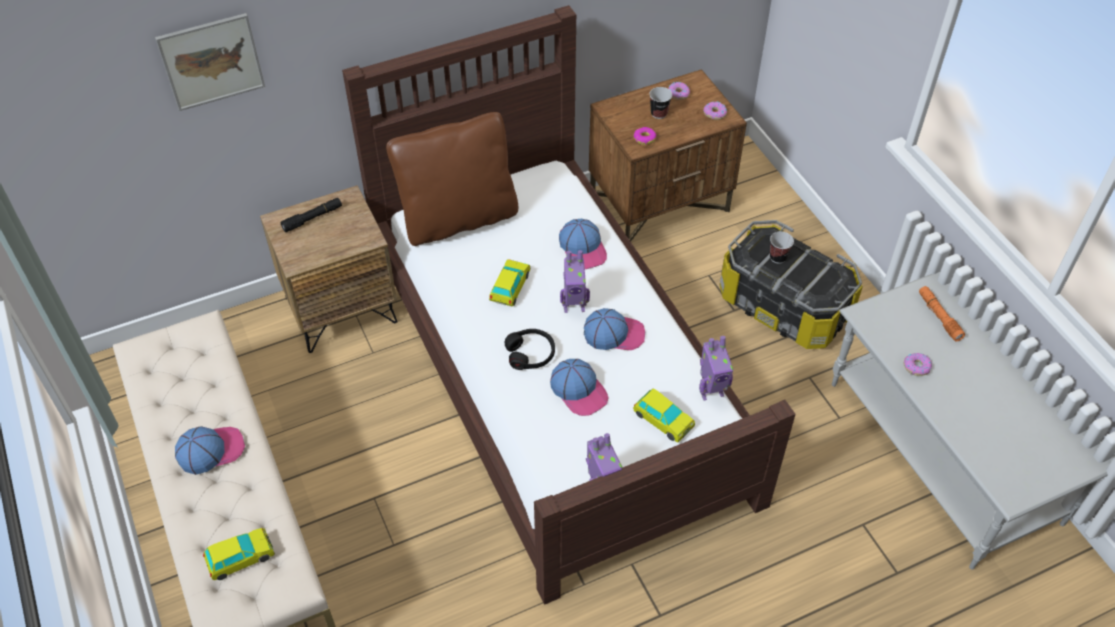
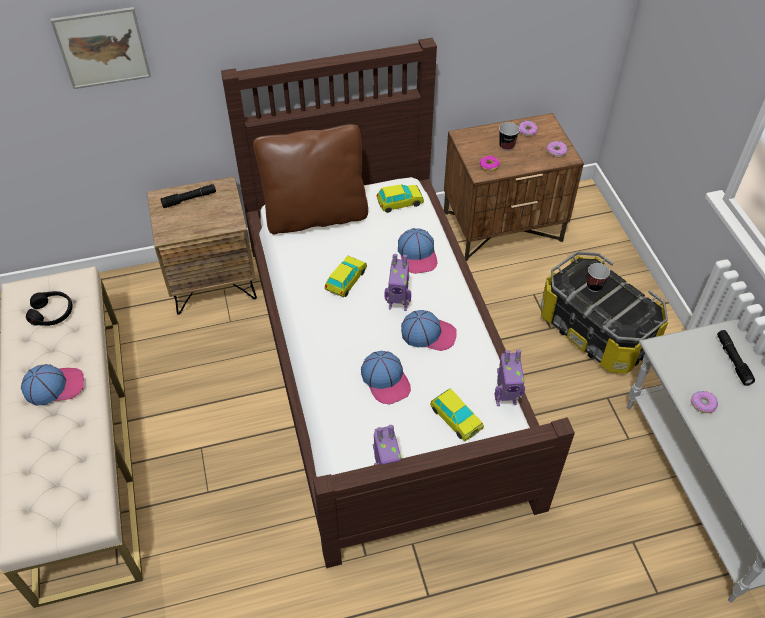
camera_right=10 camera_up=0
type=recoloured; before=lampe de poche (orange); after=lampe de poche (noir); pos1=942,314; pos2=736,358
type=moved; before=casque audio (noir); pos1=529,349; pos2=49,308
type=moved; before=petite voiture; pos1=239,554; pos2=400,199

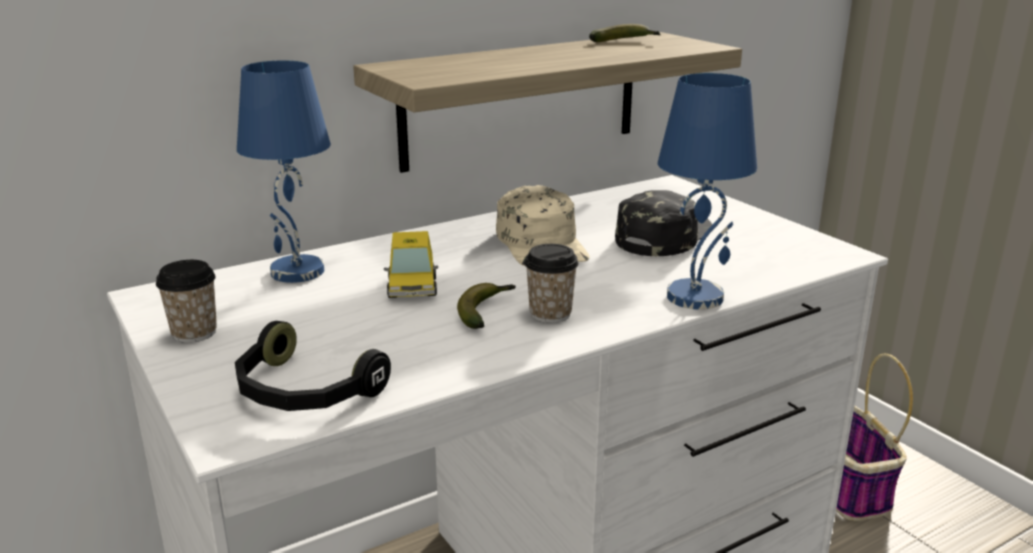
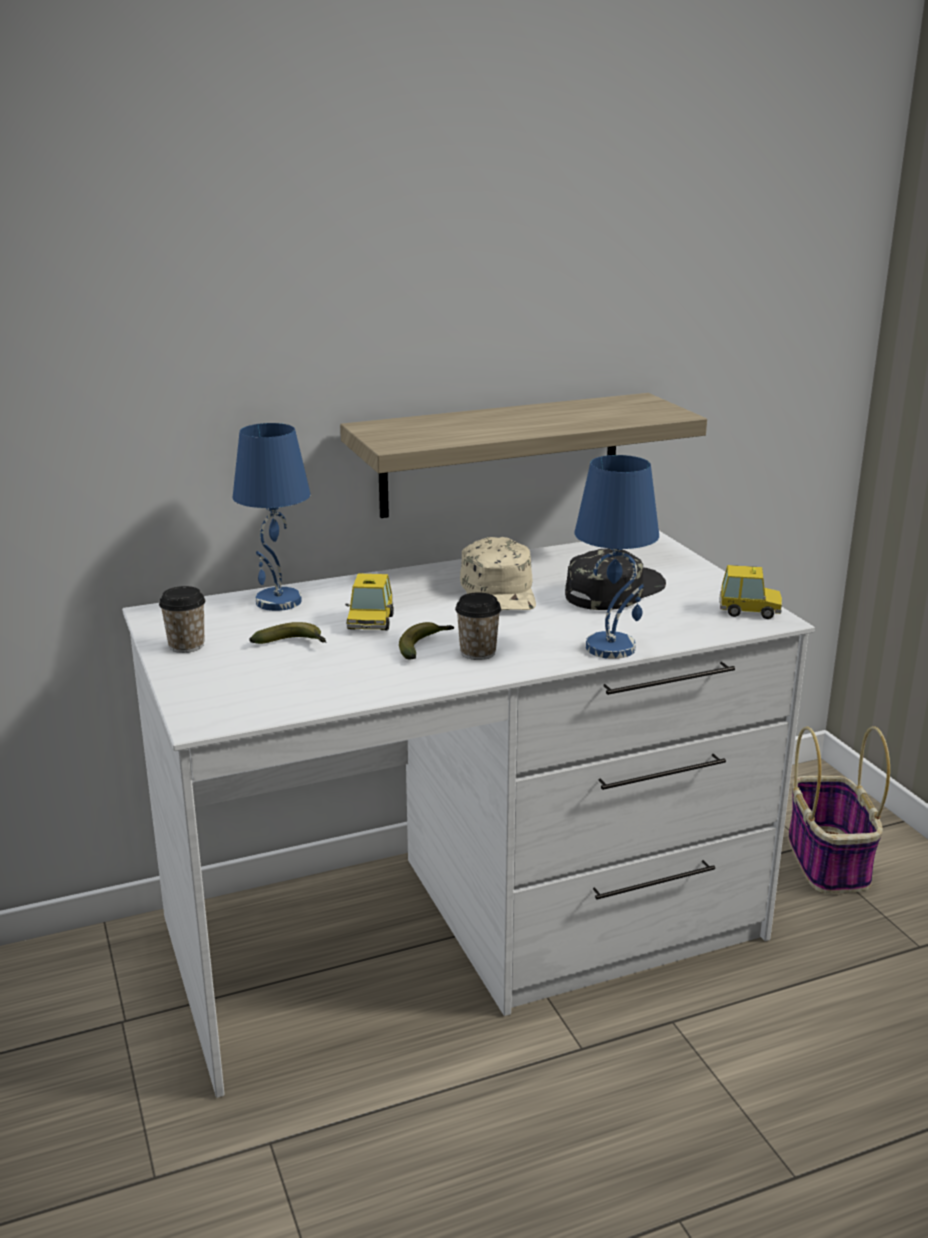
camera_right=10 camera_up=0
type=moved; before=banane; pos1=625,33; pos2=287,633
type=removed; before=casque audio (noir); pos1=313,366
type=added; after=petite voiture; pos2=750,592

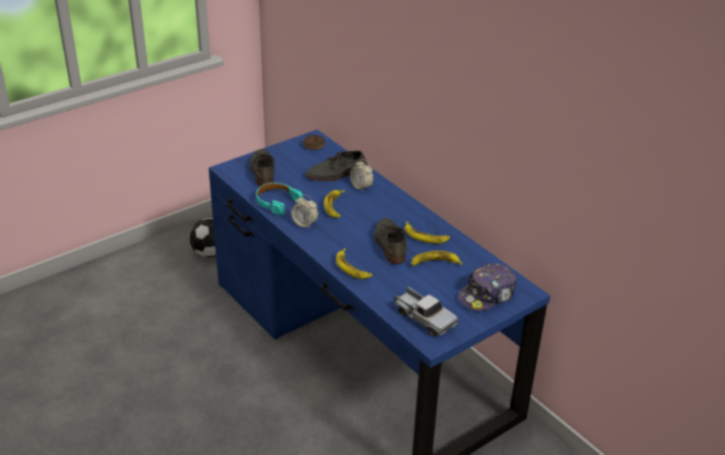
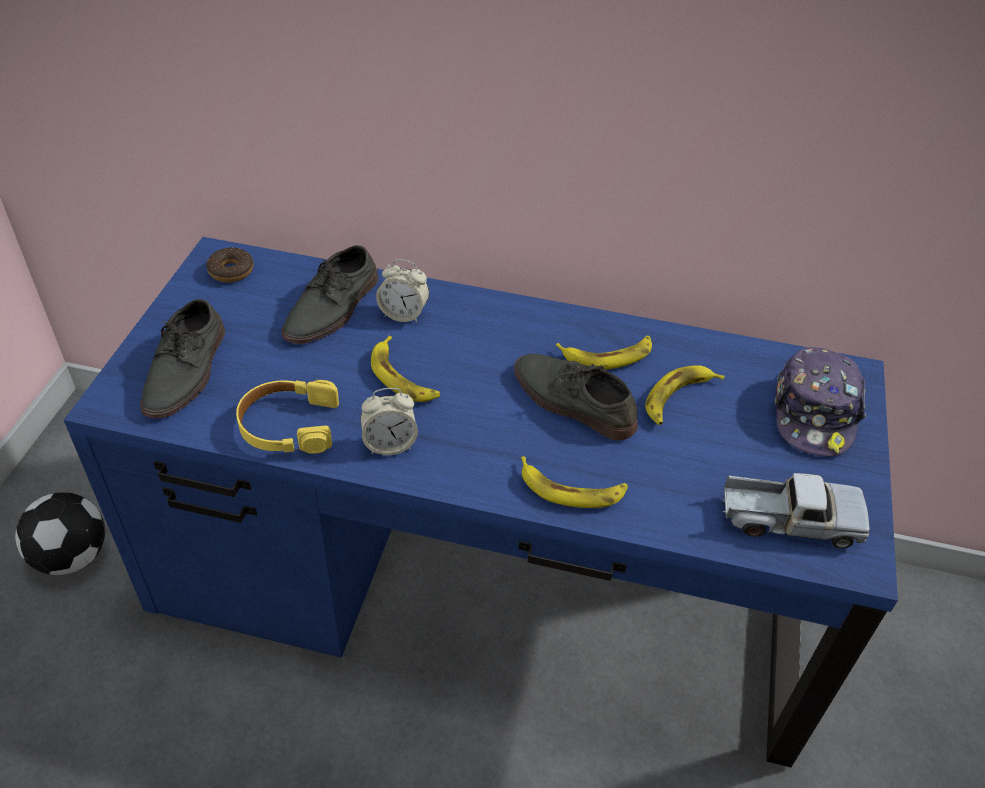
camera_right=-40 camera_up=10
type=turned; before=chaussure (gris); pos1=262,167; pos2=182,358; turn=-120
type=recoloured; before=casque audio (turquoise); after=casque audio (jaune); pos1=279,199; pos2=287,417

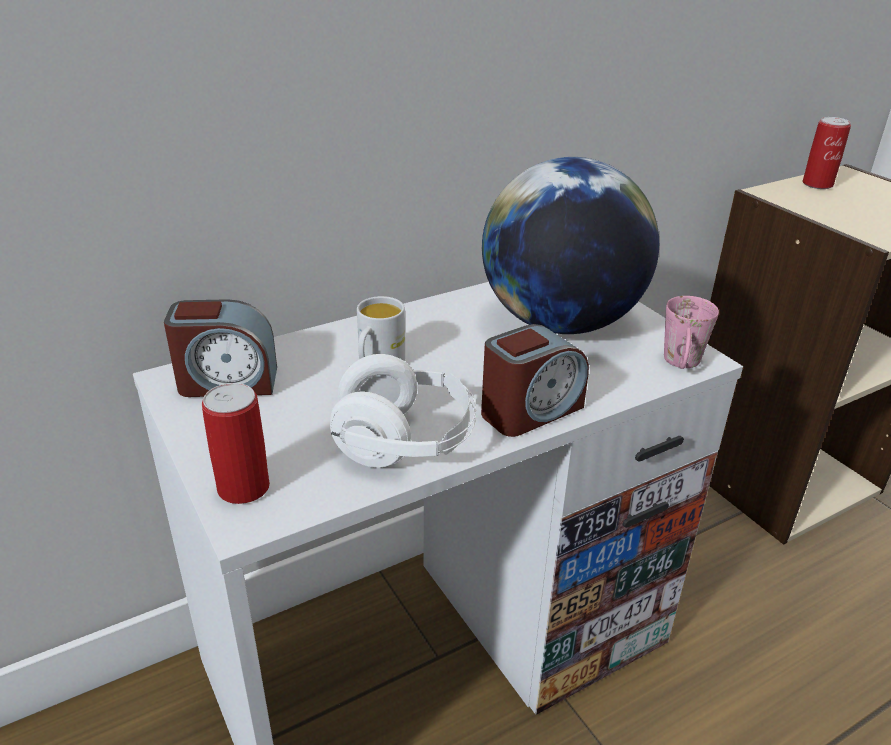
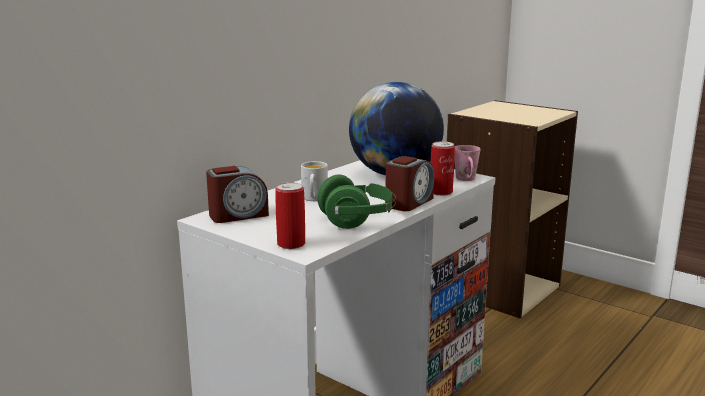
camera_right=-20 camera_up=-15
type=moved; before=boîte métallique; pos1=827,153; pos2=443,168
type=recoloured; before=casque audio (blanc); after=casque audio (vert); pos1=403,411; pos2=356,202

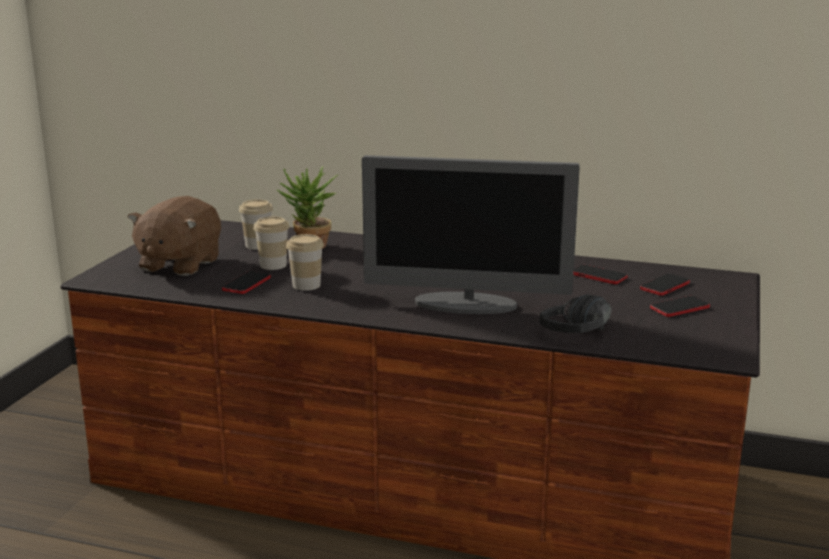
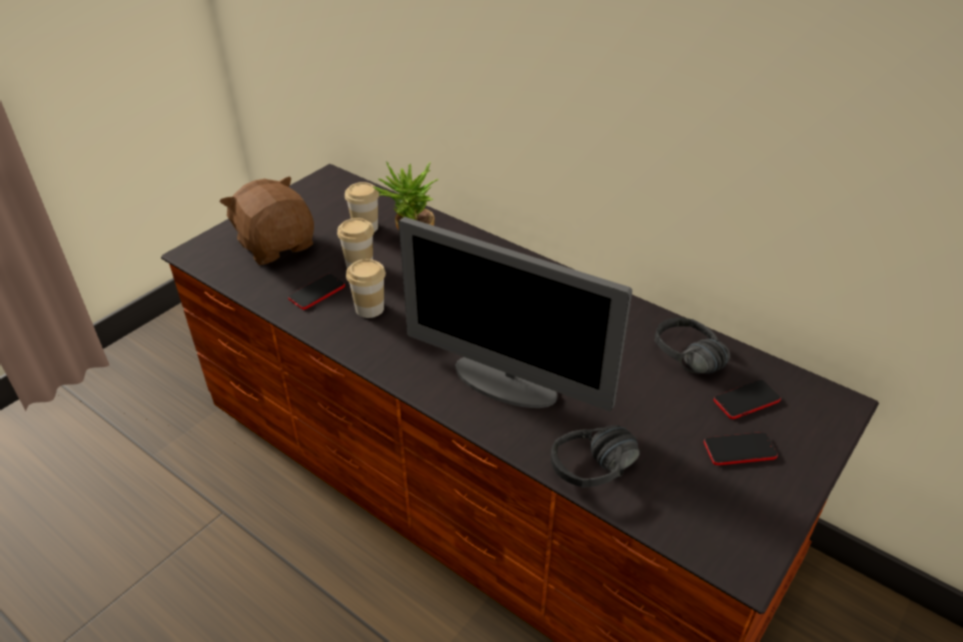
camera_right=20 camera_up=20
type=turned; before=peluche (marron); pos1=174,236; pos2=267,220; turn=105
type=replaced; before=téléphone; after=casque audio (noir); pos1=600,274; pos2=692,346

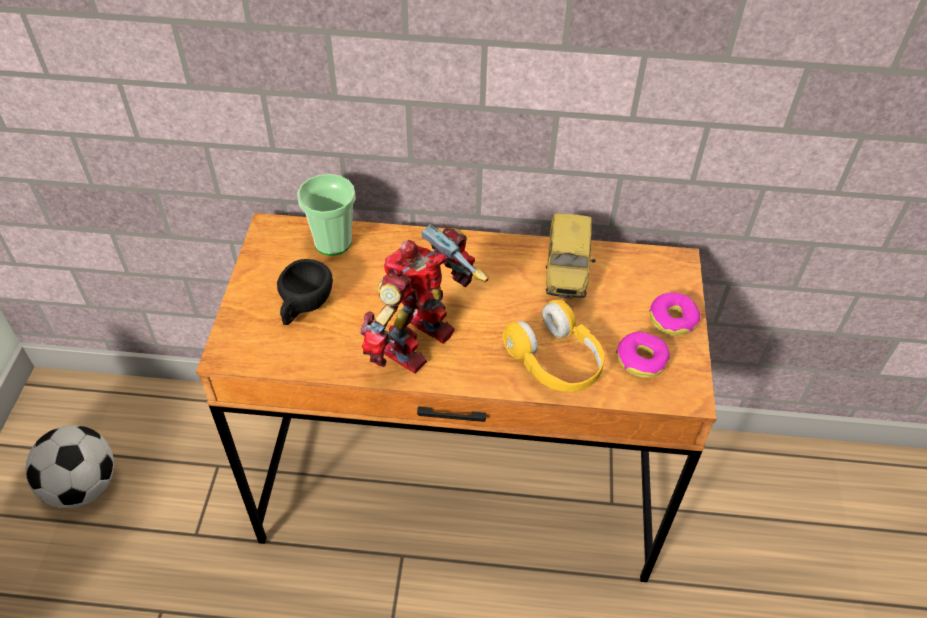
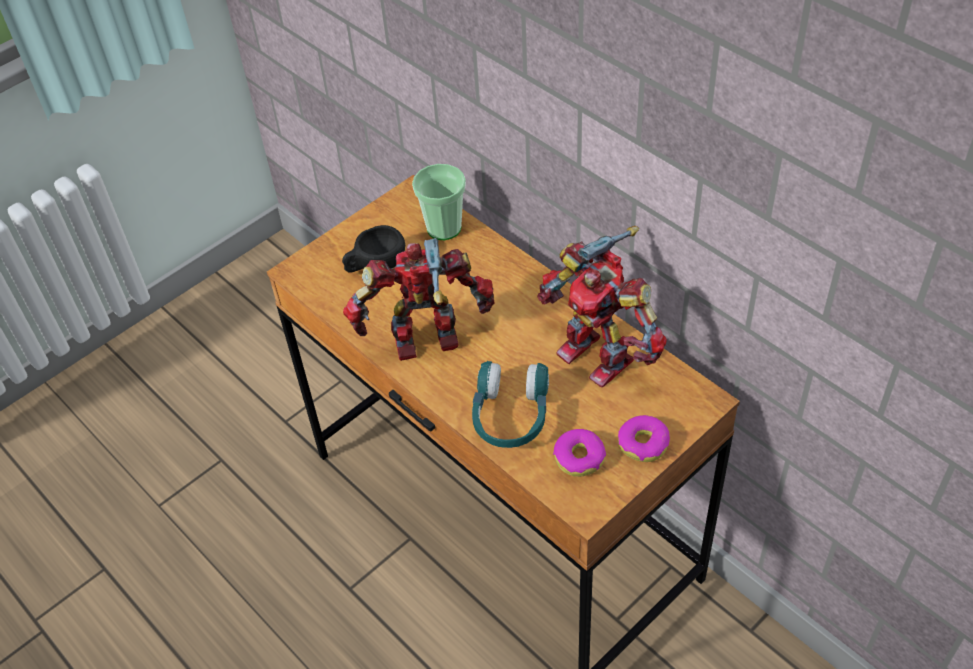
camera_right=45 camera_up=0
type=replaced; before=petite voiture; after=robot jouet; pos1=570,256; pos2=602,306
type=recoloured; before=casque audio (jaune); after=casque audio (turquoise); pos1=554,346; pos2=510,404
type=removed; before=ballon de foot; pos1=69,466

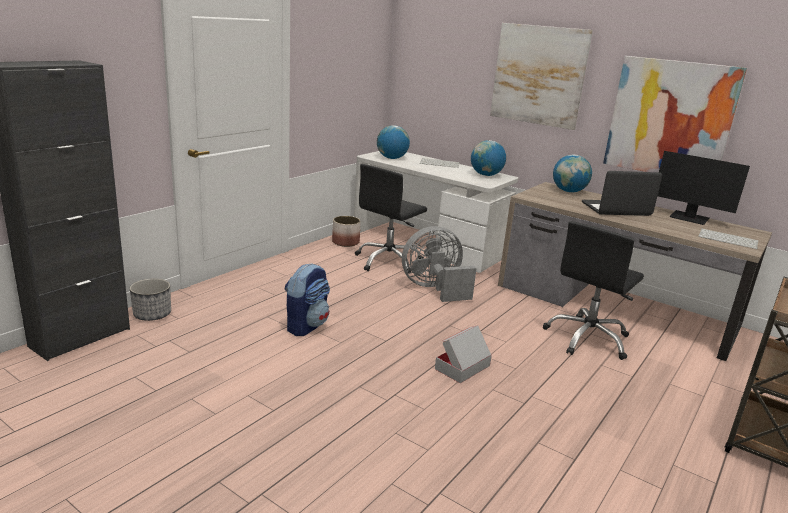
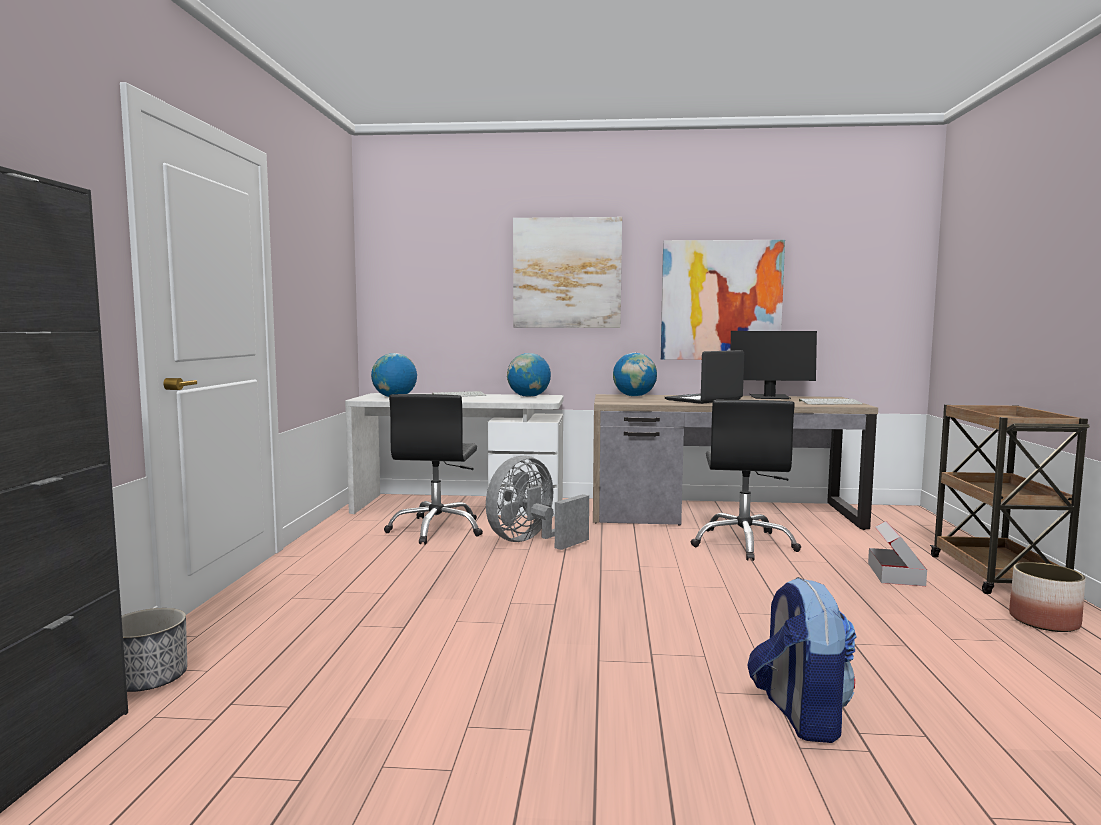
camera_right=-30 camera_up=-15
type=moved; before=cache-pot; pos1=346,231; pos2=1047,597
type=moved; before=sac à dos; pos1=307,299; pos2=802,660
type=moved; before=carton; pos1=463,354; pos2=897,553

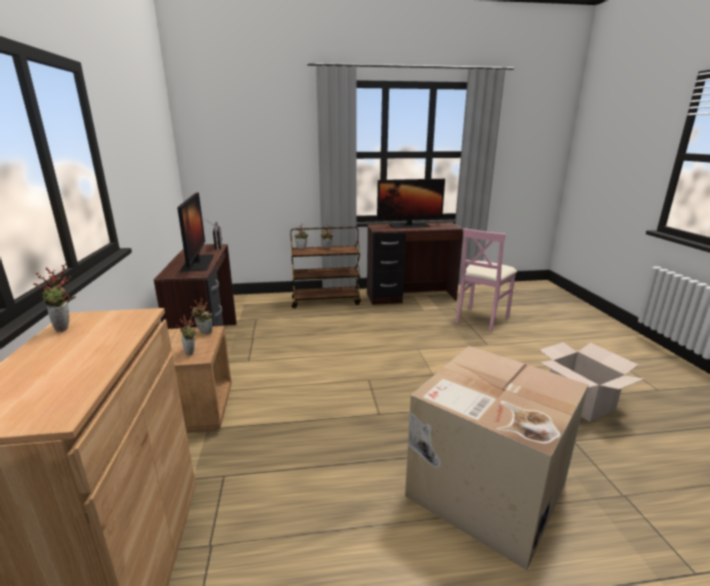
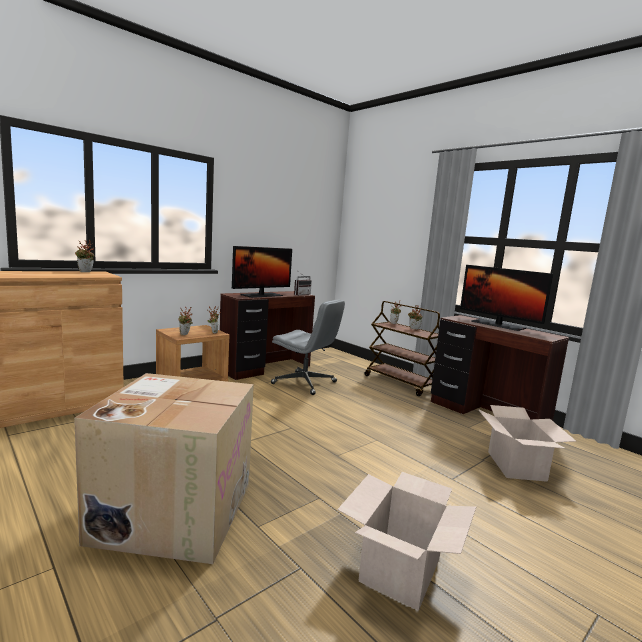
camera_right=55 camera_up=-10
type=replaced; before=chaise (rose); after=carton; pos1=486,280; pos2=527,443
type=added; after=chaise de bureau (gris); pos2=308,347

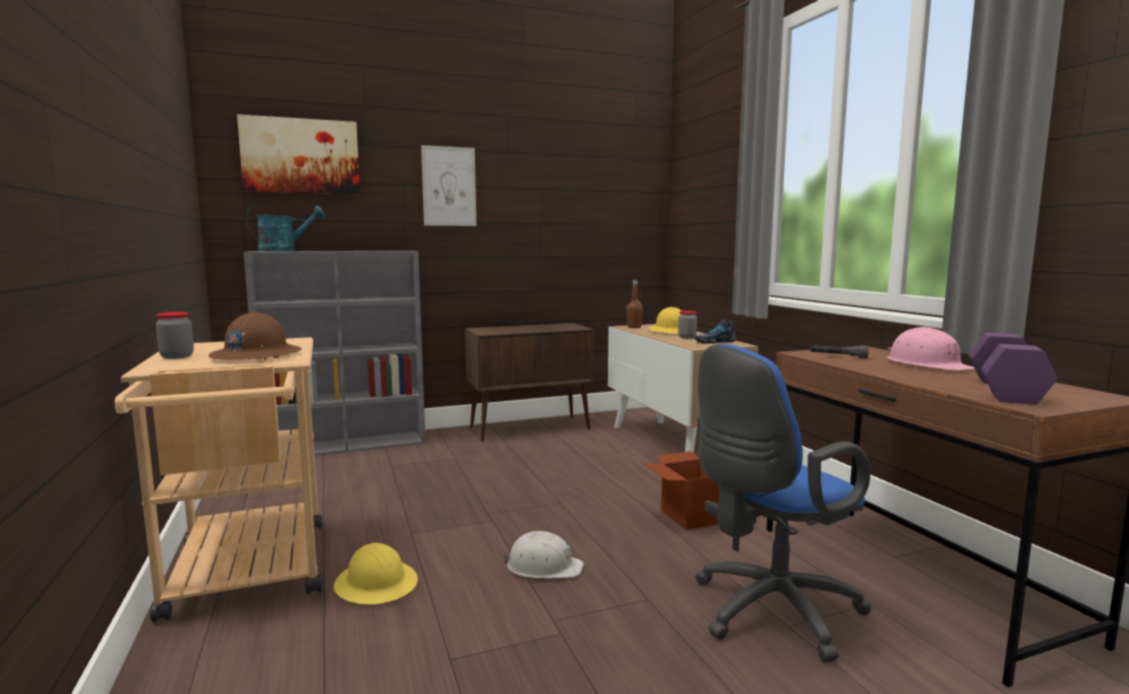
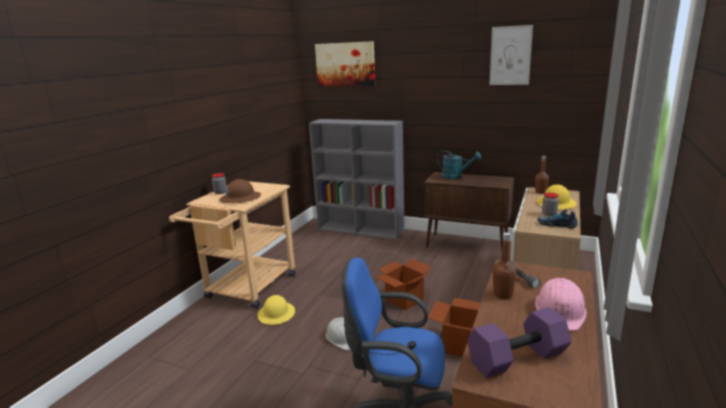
camera_right=45 camera_up=10
type=moved; before=tableau; pos1=448,185; pos2=511,55
type=moved; before=arrosoir (turquoise); pos1=285,228; pos2=459,164
type=added; after=bouteille (marron); pos2=505,266
type=added; after=carton; pos2=404,284

